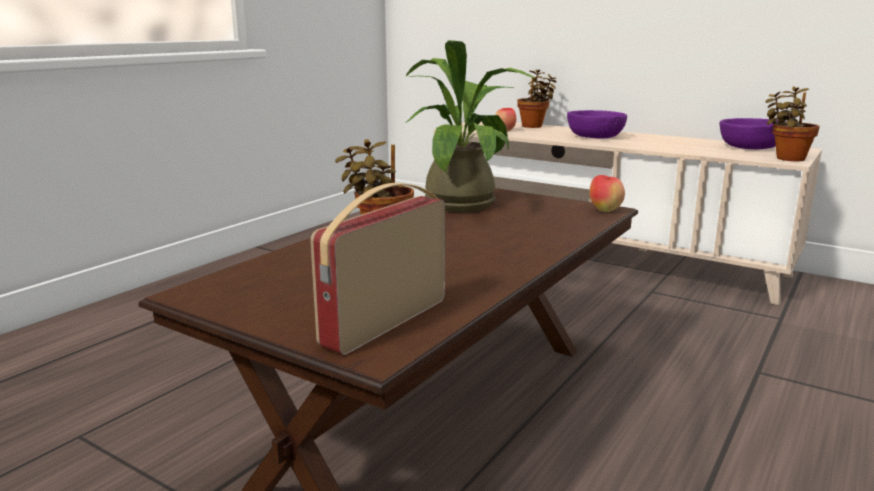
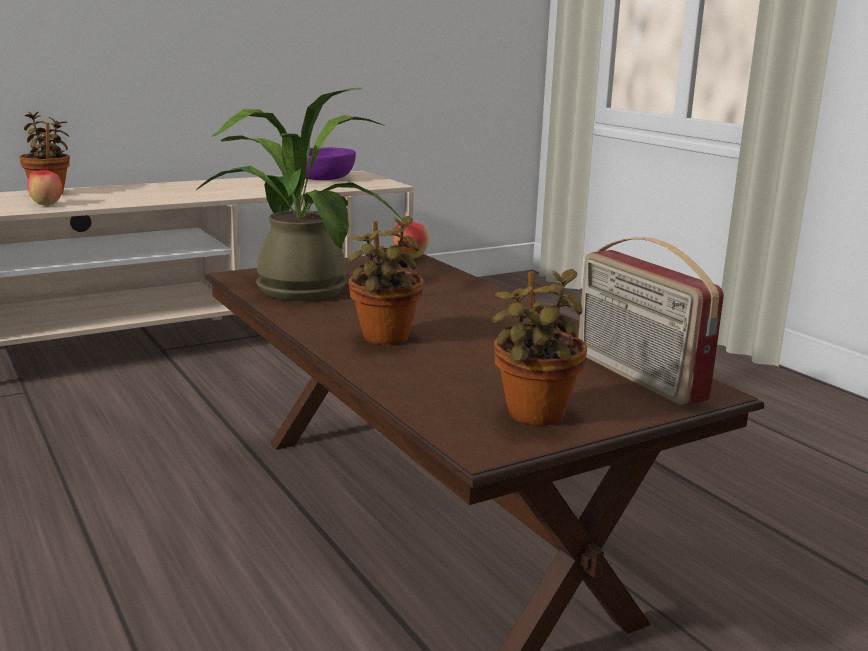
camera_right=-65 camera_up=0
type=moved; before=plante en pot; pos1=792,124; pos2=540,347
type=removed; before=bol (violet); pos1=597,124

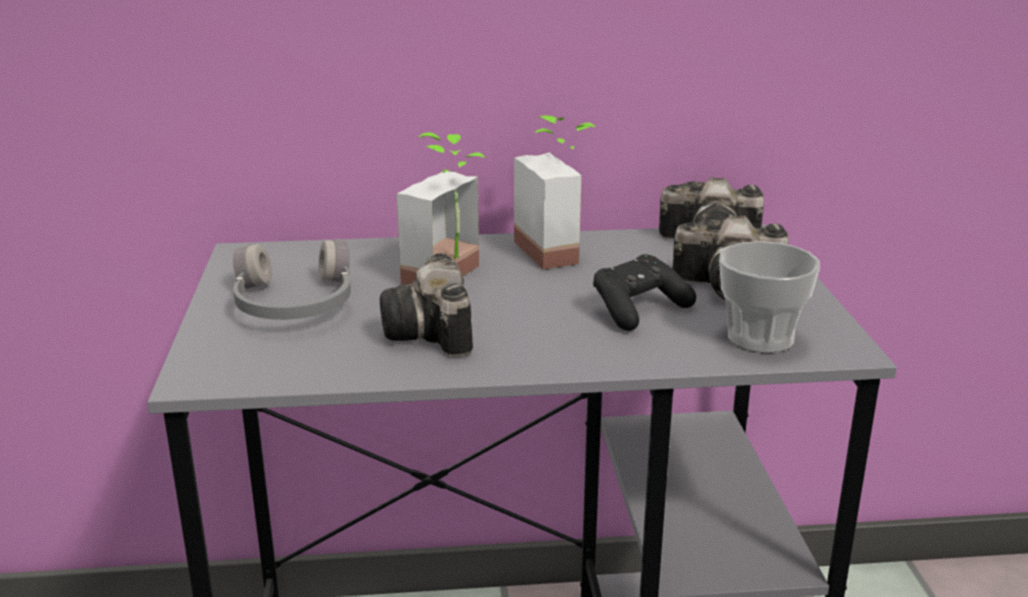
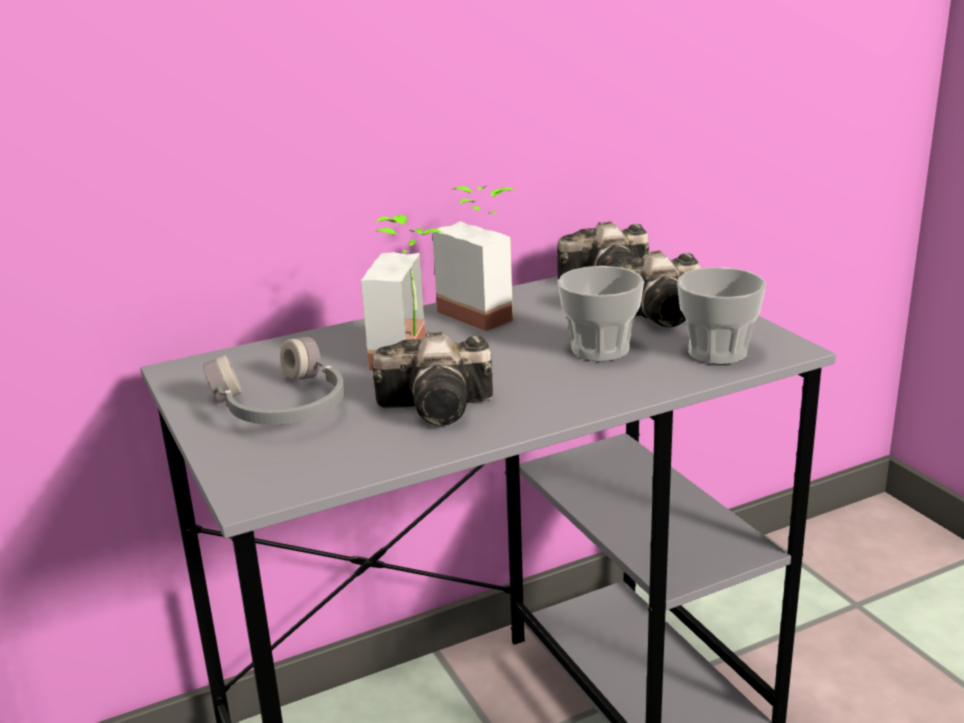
camera_right=-20 camera_up=0
type=turned; before=appareil photo; pos1=426,305; pos2=432,379; turn=-60
type=replaced; before=manette (noir); after=tasse; pos1=644,292; pos2=601,313

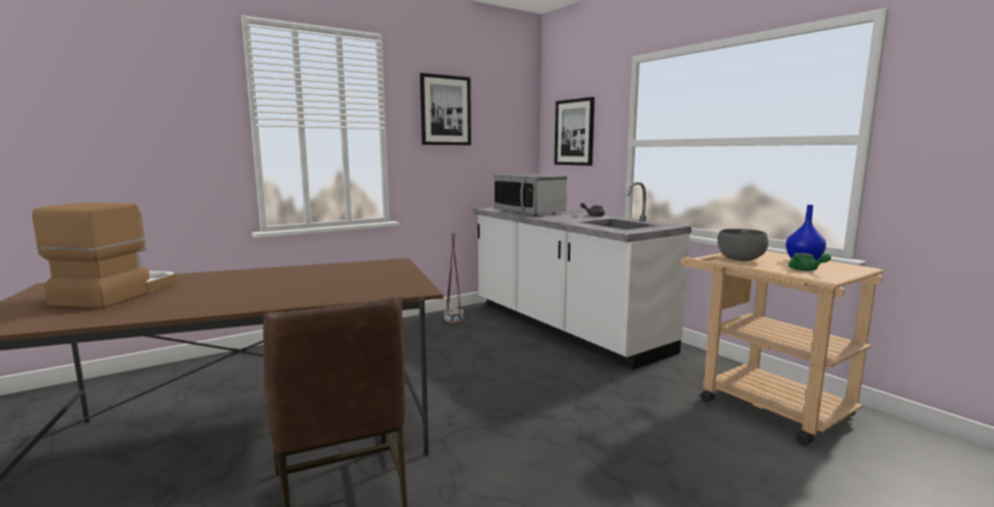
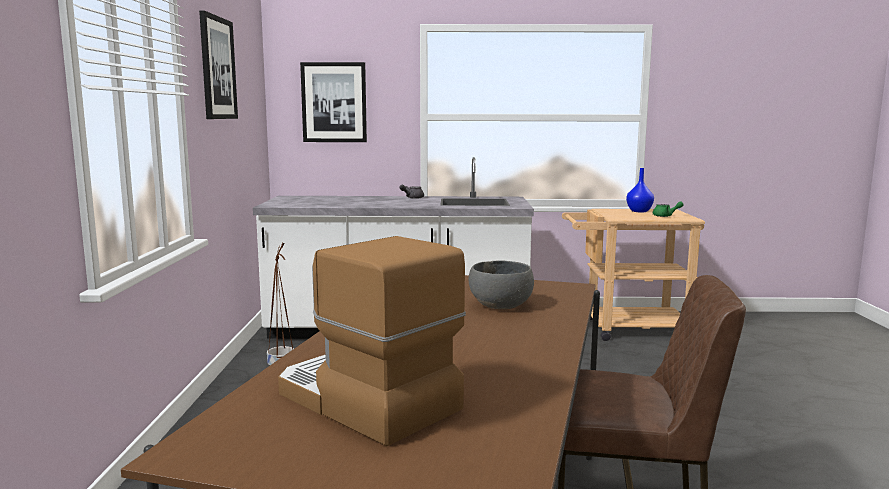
camera_right=-55 camera_up=0
type=removed; before=micro-ondes; pos1=530,195
type=moved; before=bol (gris); pos1=742,245; pos2=501,285

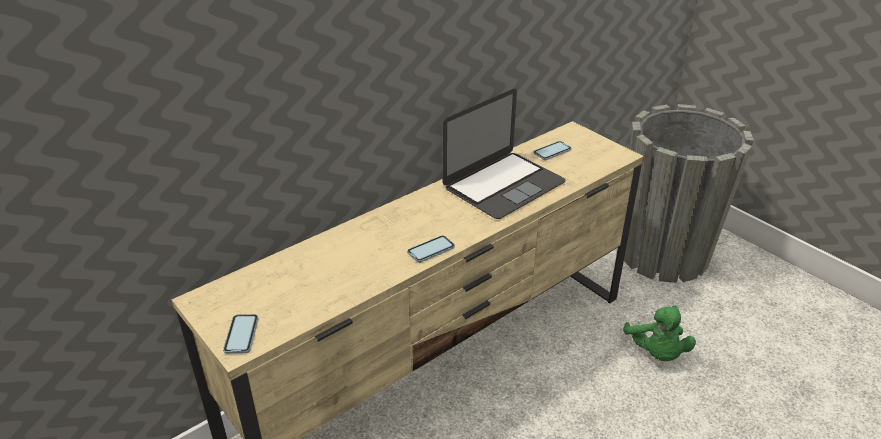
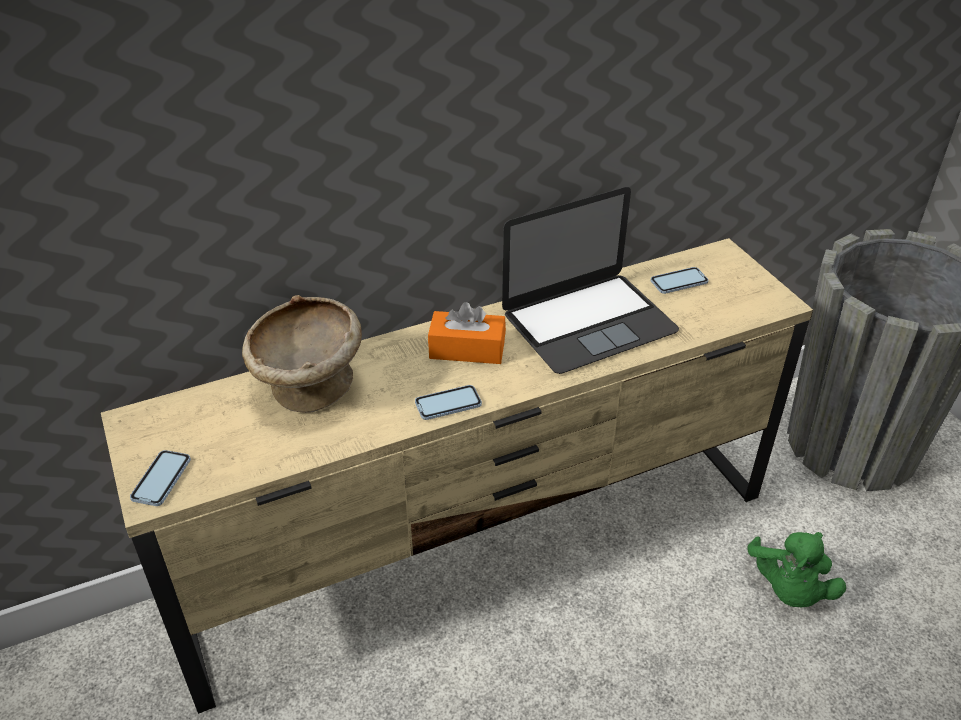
camera_right=15 camera_up=5
type=added; after=bol (beige); pos2=302,354
type=added; after=boîte à mouchoirs (orange); pos2=467,333

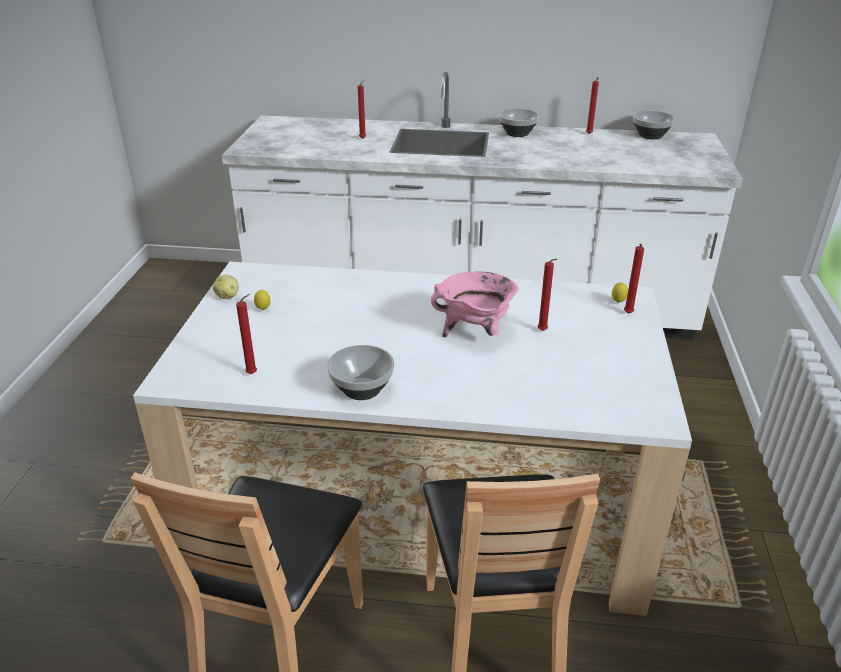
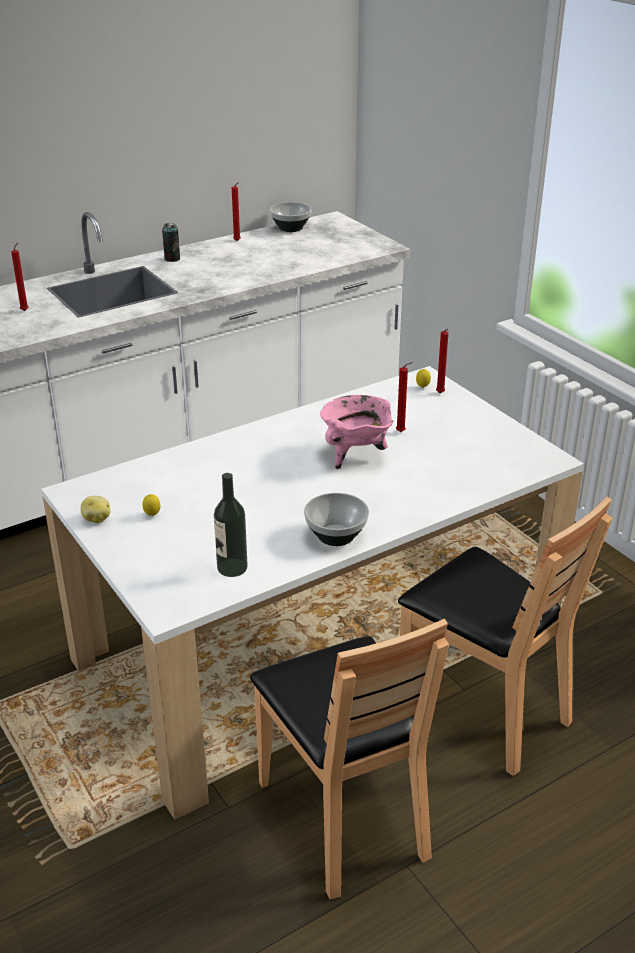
camera_right=-40 camera_up=0
type=replaced; before=bol; after=boîte métallique; pos1=519,122; pos2=171,242
type=replaced; before=bougie (rouge); after=bouteille; pos1=246,334; pos2=231,525

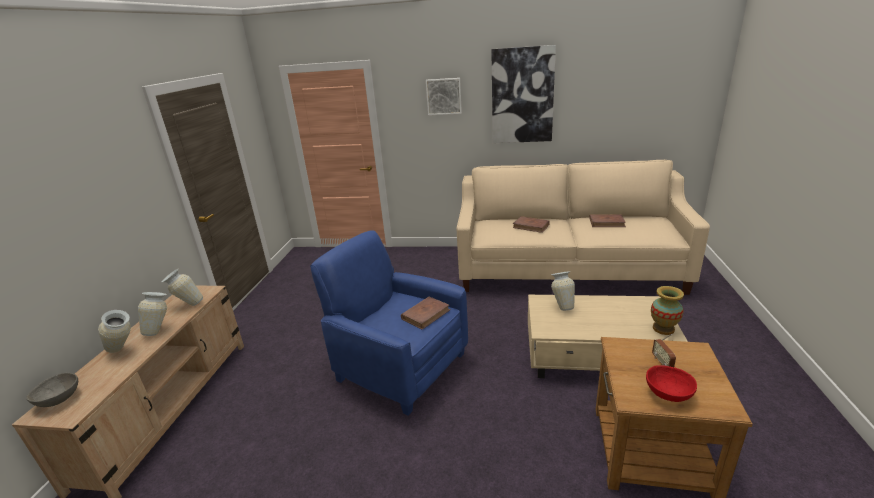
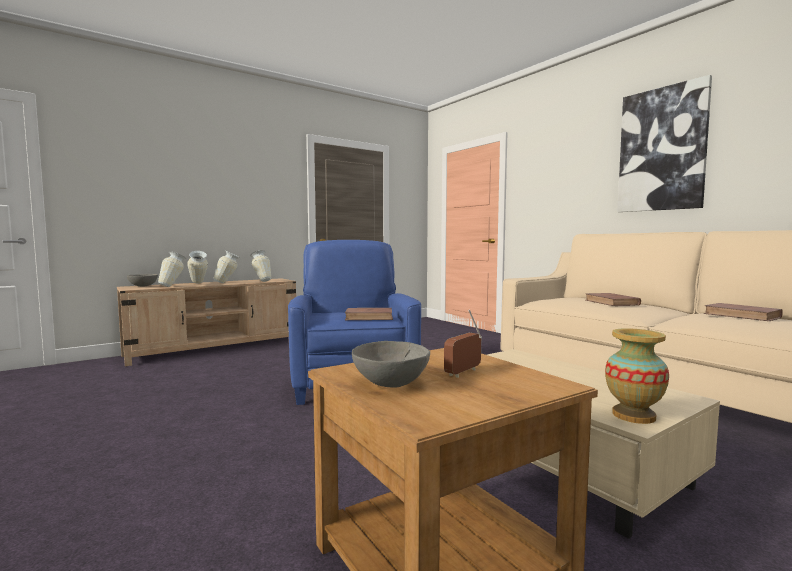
camera_right=45 camera_up=-20
type=removed; before=tableau; pos1=444,96
type=moved; before=vase; pos1=563,291; pos2=172,269
type=recoloured; before=bol (rouge); after=bol (gris); pos1=671,383; pos2=391,364

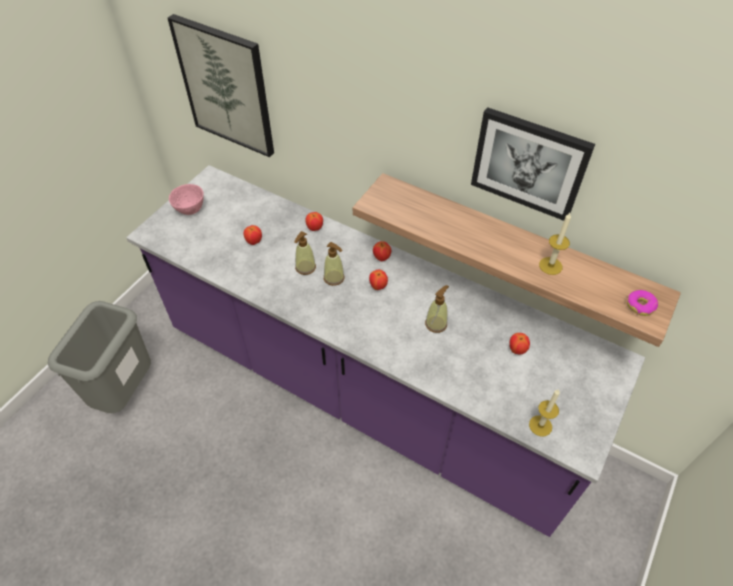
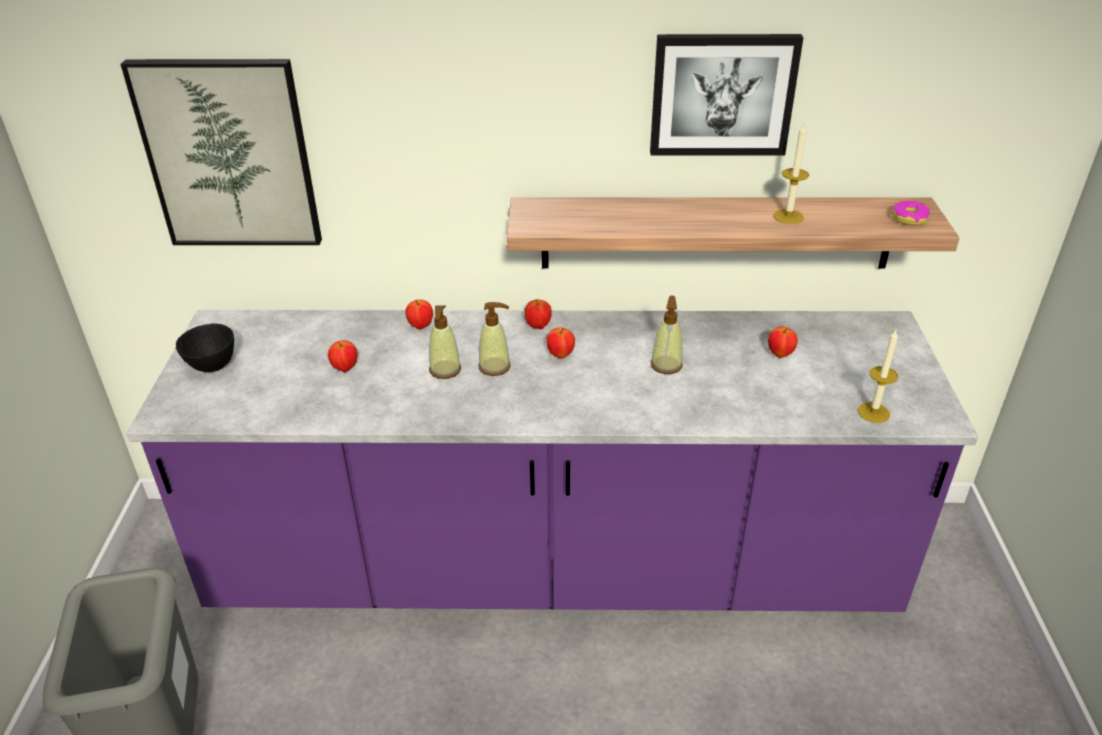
camera_right=-30 camera_up=-15
type=recoloured; before=bol (rose); after=bol (noir); pos1=186,199; pos2=204,347

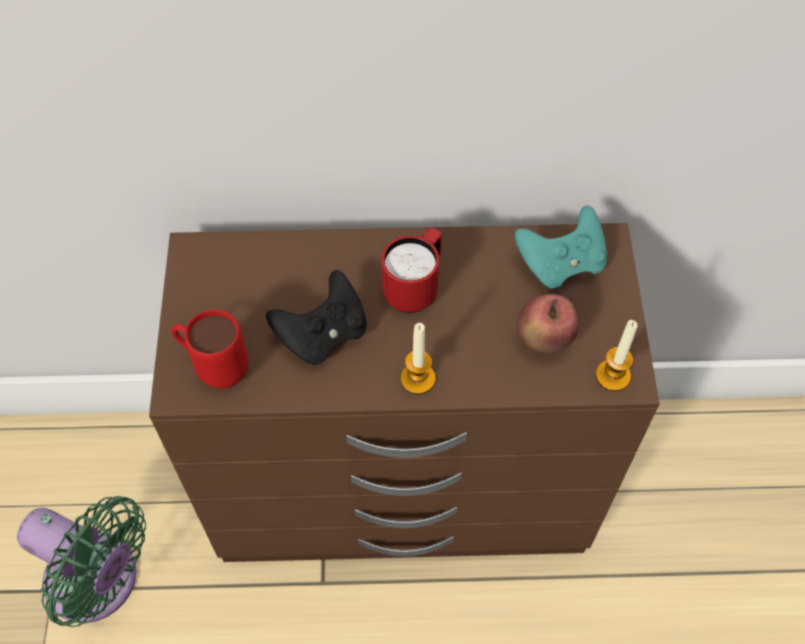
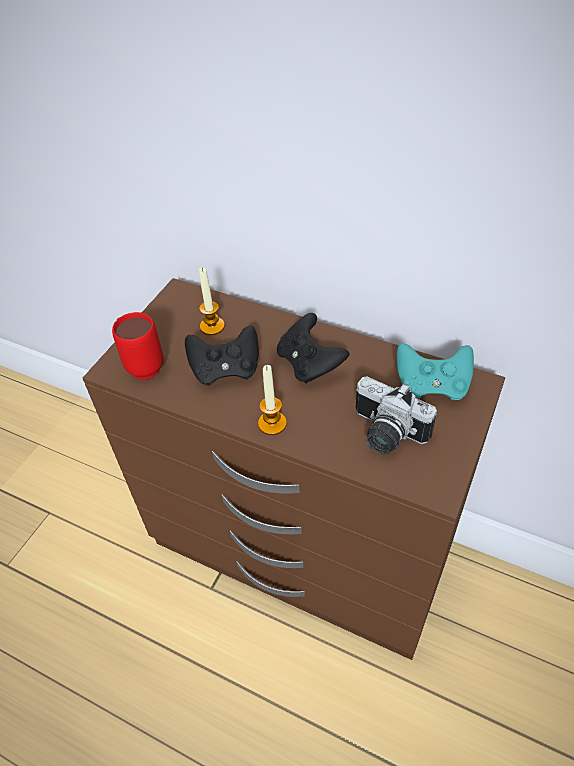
camera_right=30 camera_up=-10
type=replaced; before=mug (rouge); after=manette (noir); pos1=411,270; pos2=313,348
type=replaced; before=pomme; after=appareil photo; pos1=548,324; pos2=396,415
type=moved; before=bougie; pos1=617,355; pos2=212,301
type=removed; before=ventilateur (vert); pos1=81,561

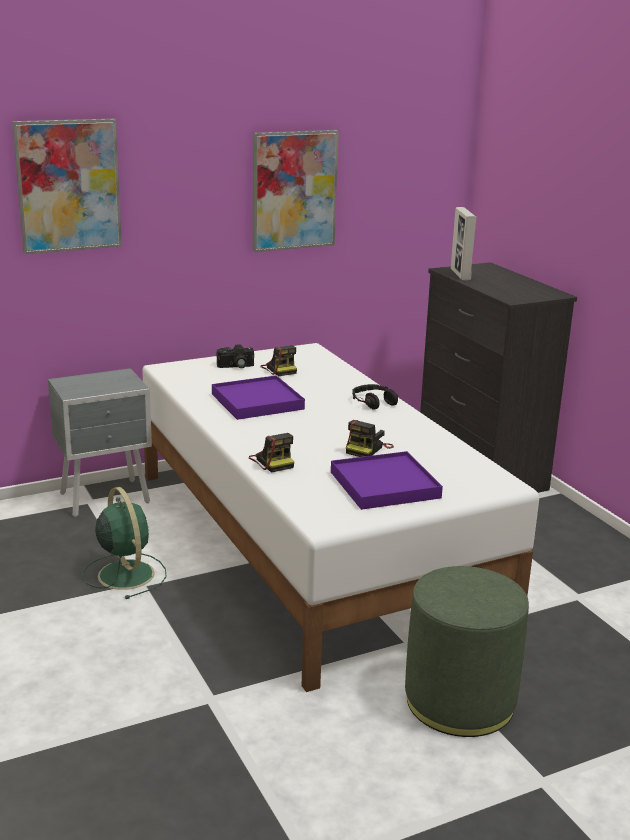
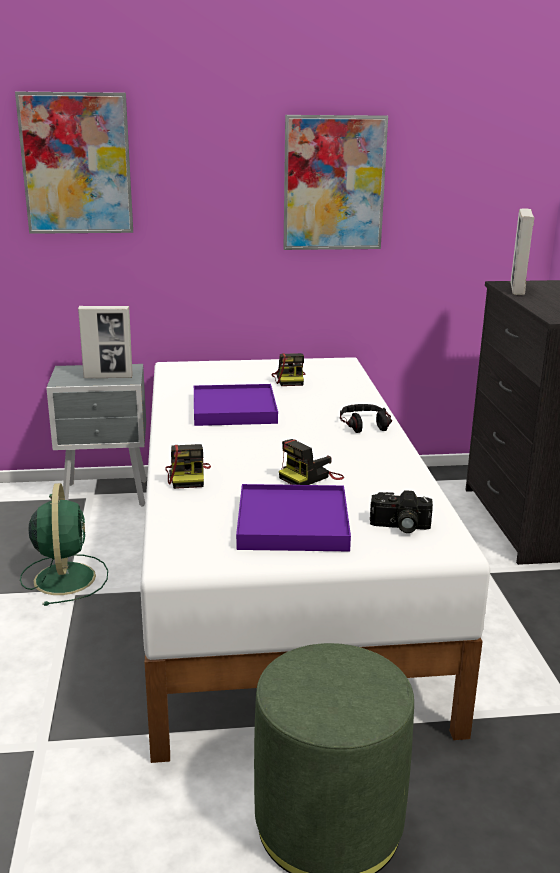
camera_right=20 camera_up=0
type=moved; before=appareil photo; pos1=235,356; pos2=401,511
type=added; after=cadre photo; pos2=105,342

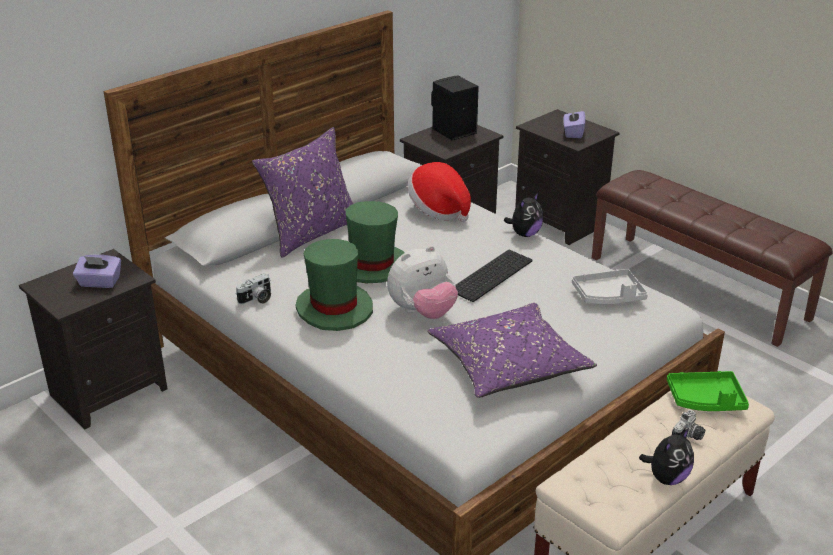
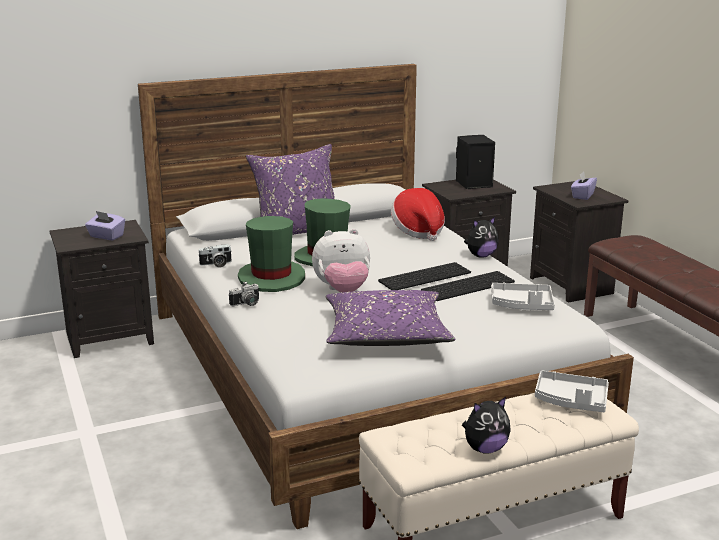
camera_right=20 camera_up=-10
type=recoloured; before=plateau (vert); after=plateau (gris); pos1=708,391; pos2=572,391
type=moved; before=appareil photo; pos1=688,425; pos2=244,294
type=added; after=clavier; pos2=468,286

